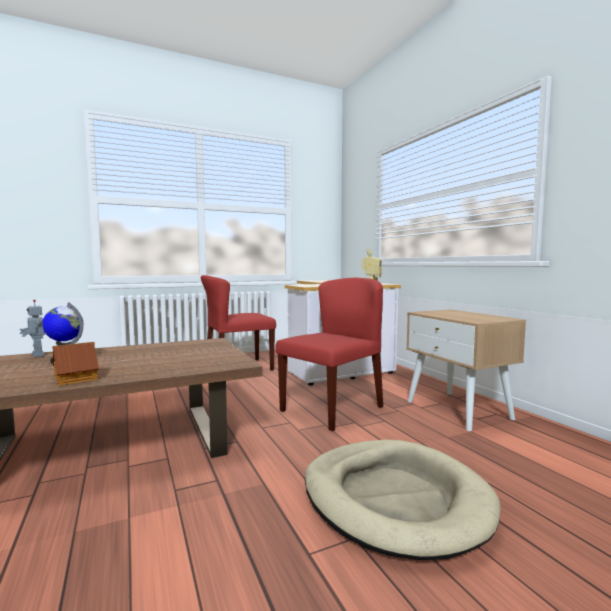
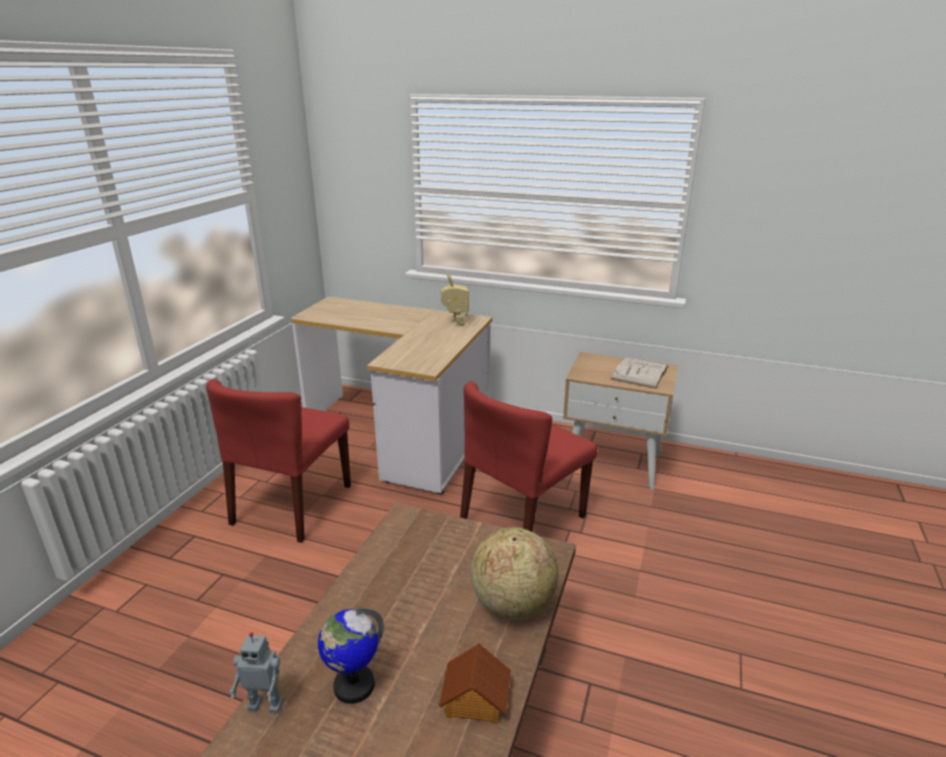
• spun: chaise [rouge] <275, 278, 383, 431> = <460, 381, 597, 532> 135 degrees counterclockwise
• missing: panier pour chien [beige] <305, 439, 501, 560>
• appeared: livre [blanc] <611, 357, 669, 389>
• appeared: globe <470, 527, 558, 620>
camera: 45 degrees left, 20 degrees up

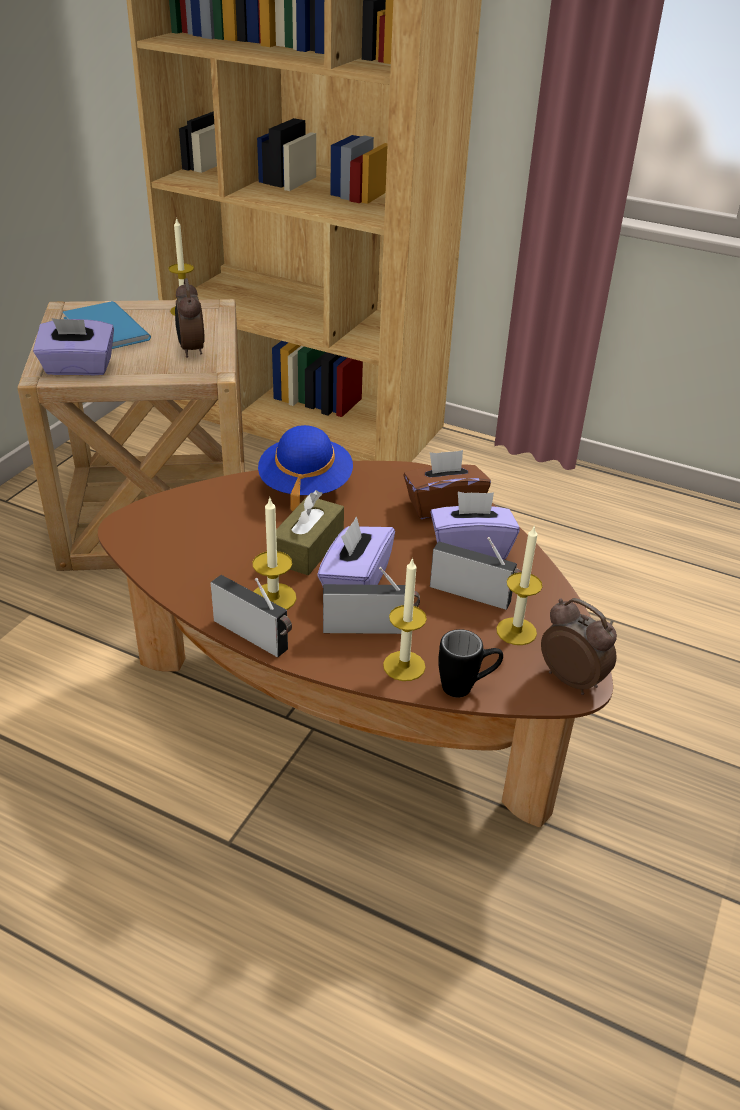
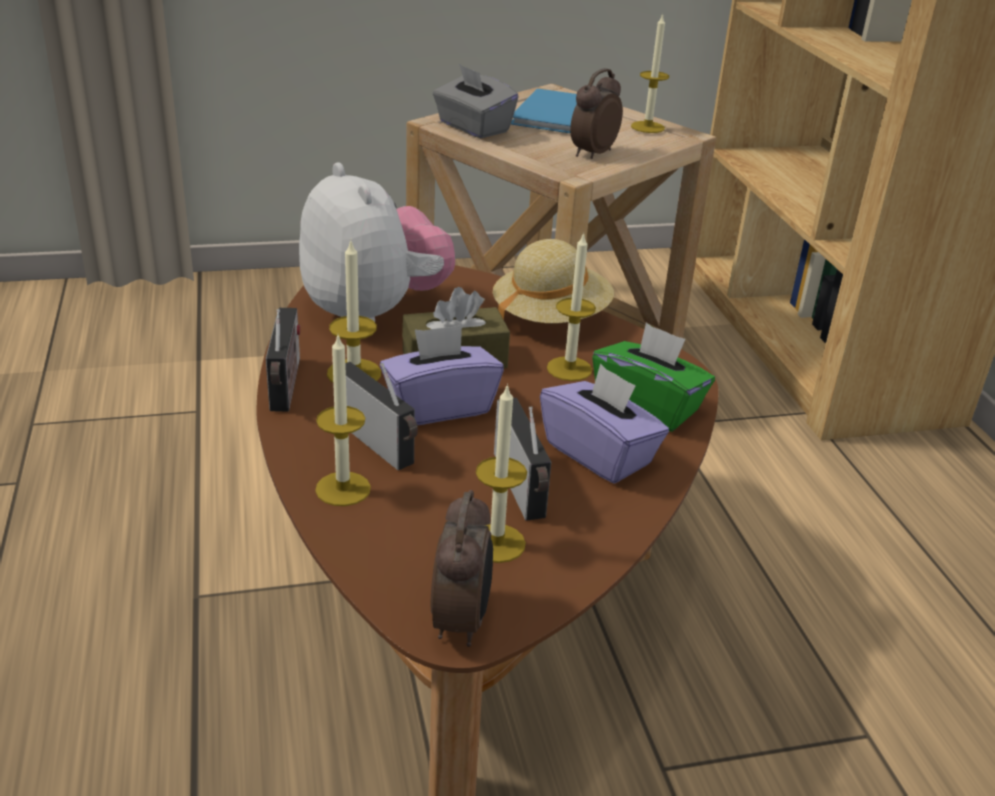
• colour: boîte à mouchoirs [violet] <33, 318, 114, 375> to boîte à mouchoirs [gris] <433, 64, 519, 138>
• colour: chapeau [bleu] <258, 425, 353, 511> to chapeau [beige] <493, 239, 614, 323>
• colour: boîte à mouchoirs [marron] <403, 450, 491, 519> to boîte à mouchoirs [vert] <592, 323, 715, 432>
• missing: mug [noir] <438, 629, 503, 698>
• appeared: peluche <299, 162, 455, 322>
• appeared: bougie <547, 232, 596, 381>
camera: 50 degrees right, 5 degrees down

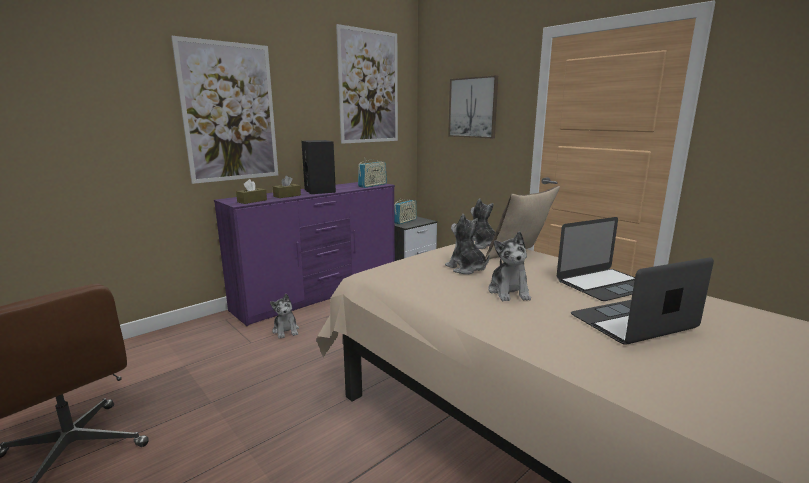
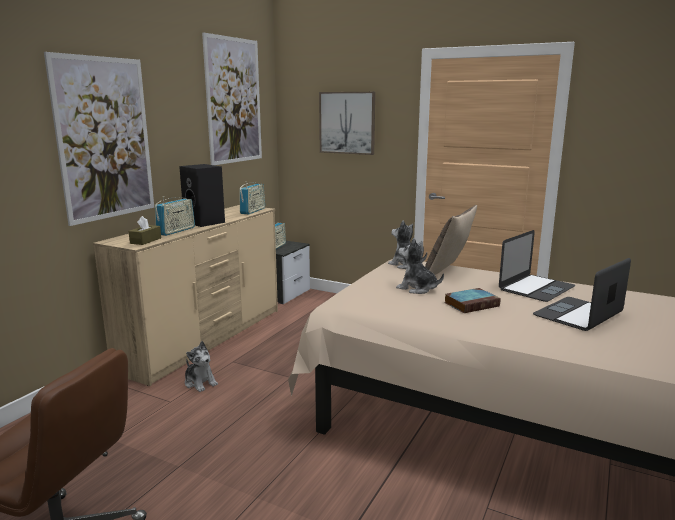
• exchanged: boîte à mouchoirs [marron] <273, 176, 301, 198> to radio <155, 196, 195, 236>
• colour: commode [violet] <214, 182, 395, 326> to commode [beige] <93, 205, 278, 386>
• exchanged: peluche <488, 231, 531, 301> to livre <444, 288, 501, 313>
camera: 20 degrees left, 0 degrees up

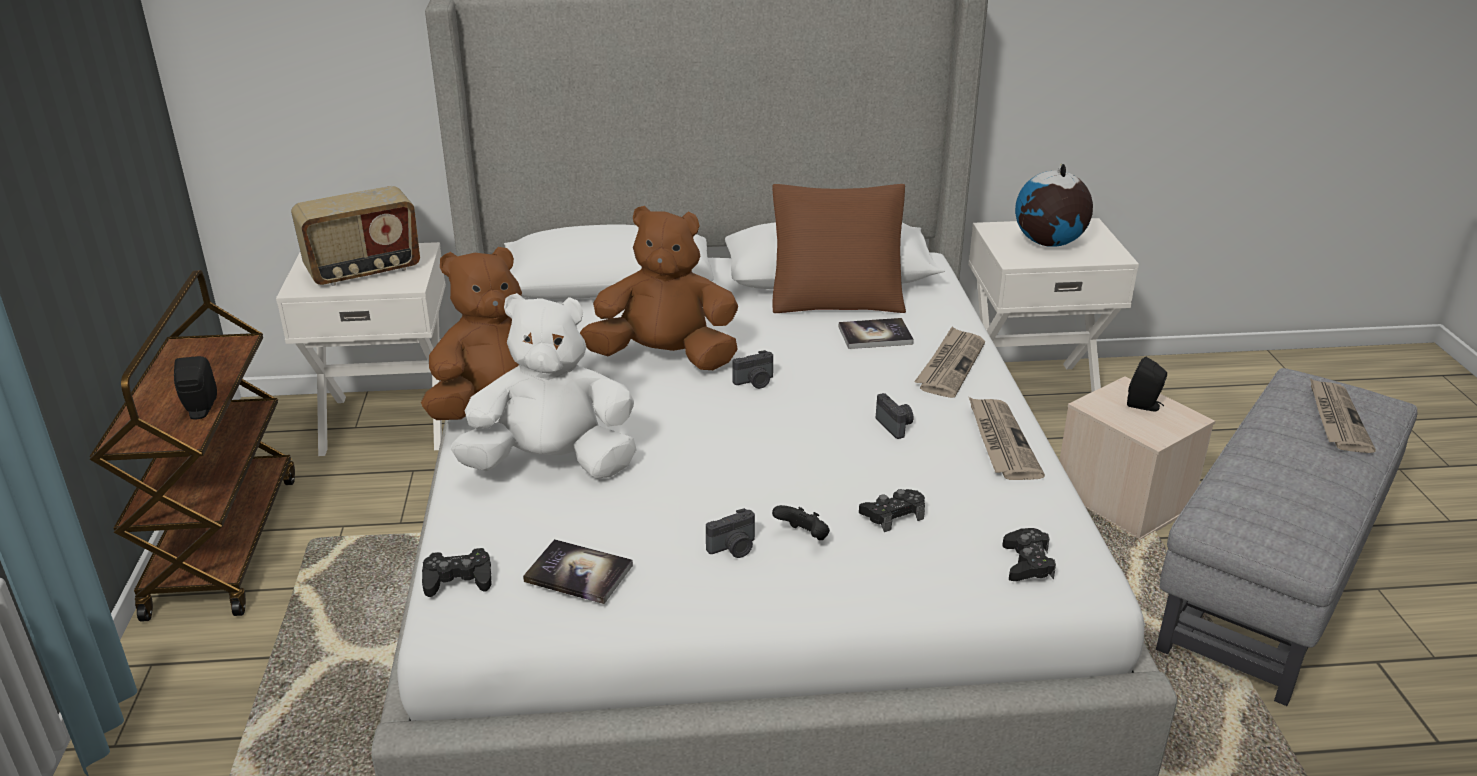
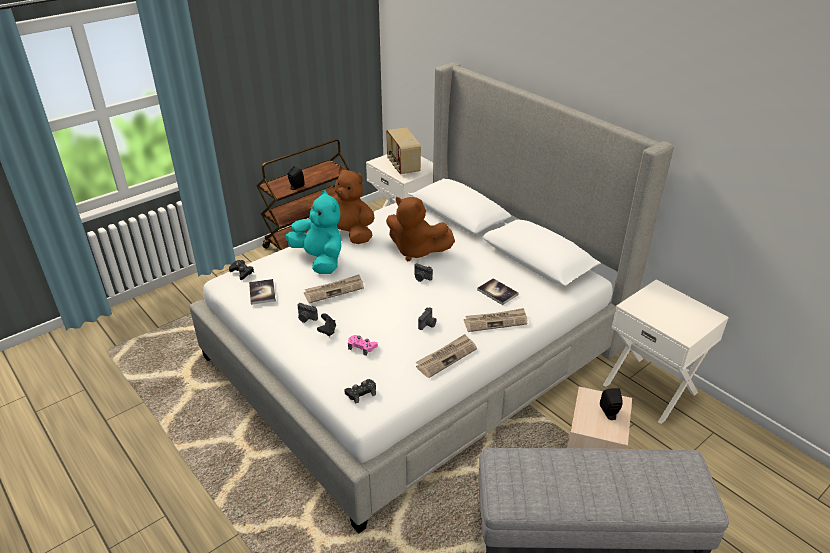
• missing: globe <1015, 163, 1093, 247>
• missing: coussin [marron] <772, 184, 906, 313>
• spun: radio <291, 186, 420, 286> = <386, 127, 421, 174> 45 degrees clockwise
• spun: peluche [marron] <580, 206, 738, 370> = <386, 197, 455, 261> 150 degrees clockwise
• colour: peluche [blanc] <451, 293, 636, 478> to peluche [turquoise] <286, 190, 341, 274>
• relocated: journal <1310, 378, 1376, 453> to <304, 274, 364, 303>
• colour: manette [noir] <859, 489, 925, 532> to manette [rose] <348, 335, 378, 356>
camera: 55 degrees right, 5 degrees up

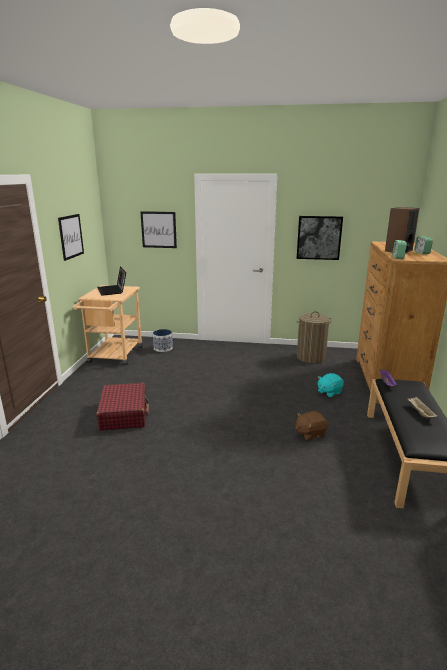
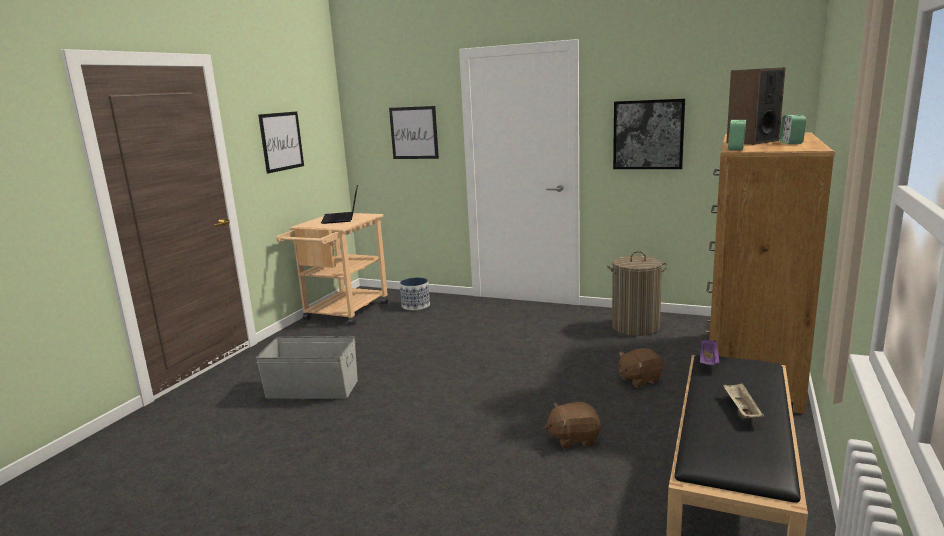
• colour: peluche [turquoise] <318, 373, 344, 398> to peluche [marron] <618, 348, 664, 388>
• exchanged: valise [rouge] <97, 383, 149, 431> to boîte de rangement [gris] <256, 336, 358, 399>
camera: 15 degrees right, 5 degrees down

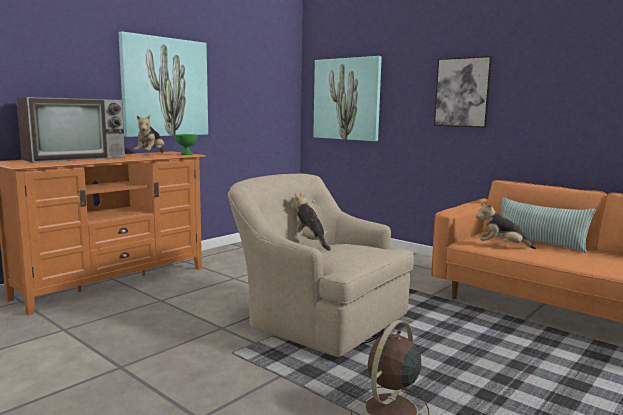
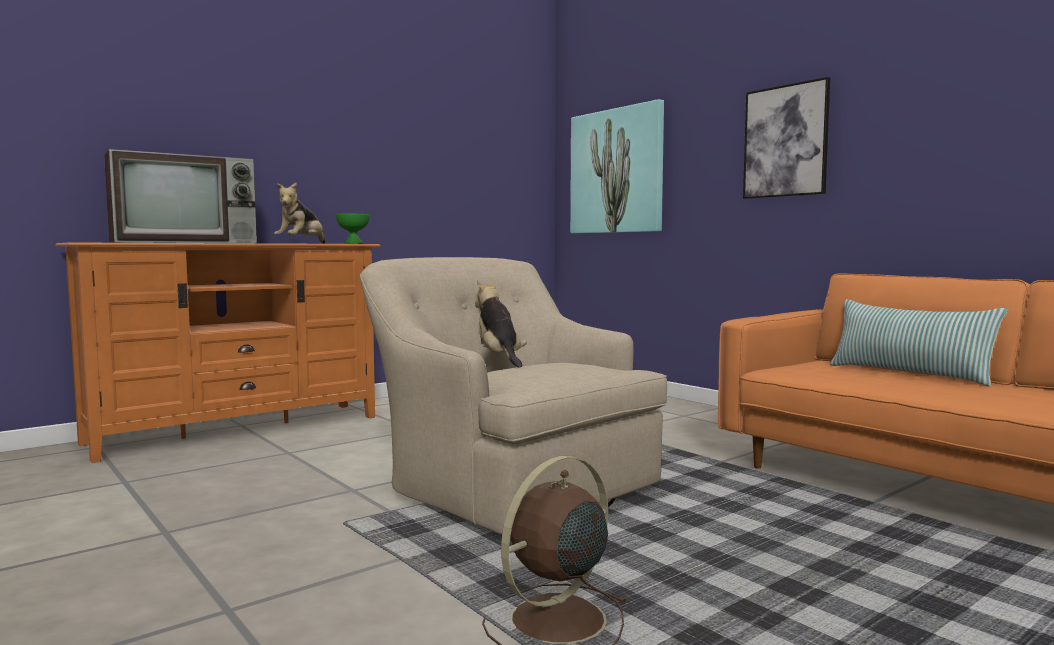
• missing: tableau <118, 31, 208, 137>
• missing: peluche <476, 202, 536, 249>
camera: 10 degrees right, 5 degrees down

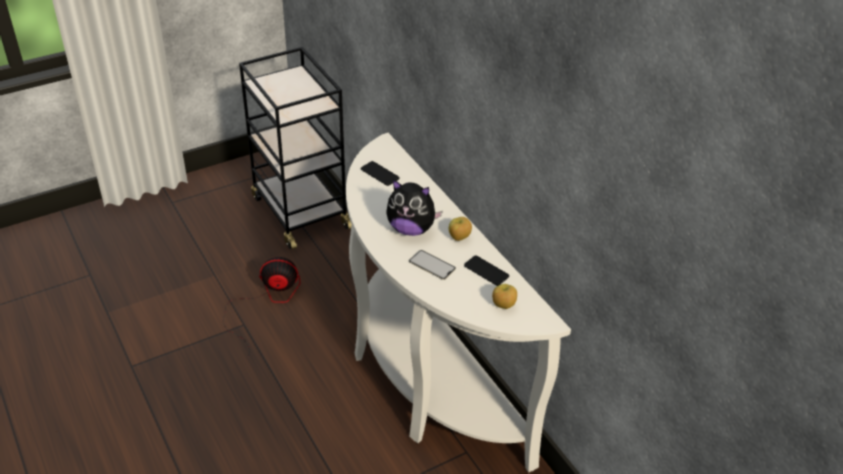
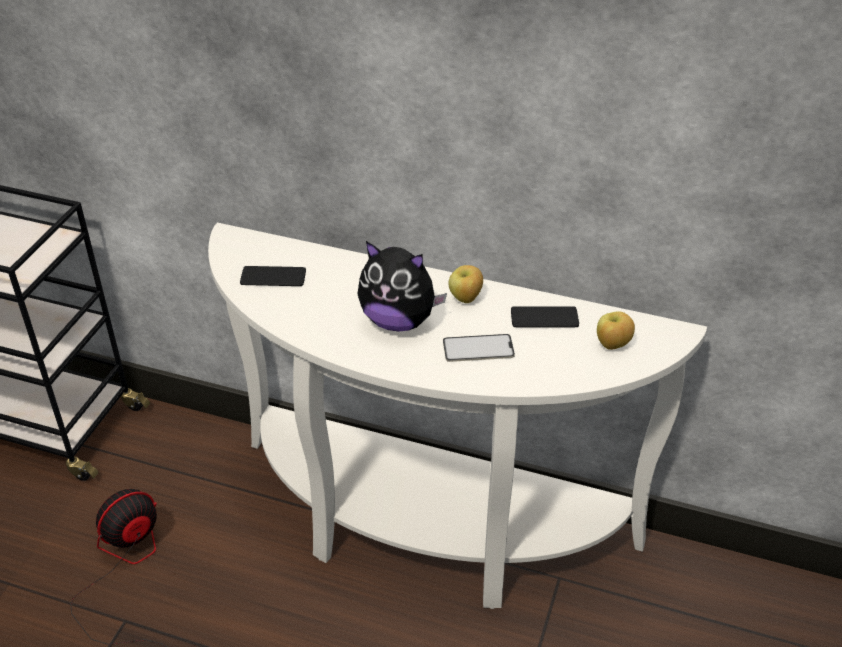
• spun: peluche <386, 180, 443, 236> = <358, 241, 447, 332> 45 degrees clockwise
camera: 40 degrees left, 0 degrees up

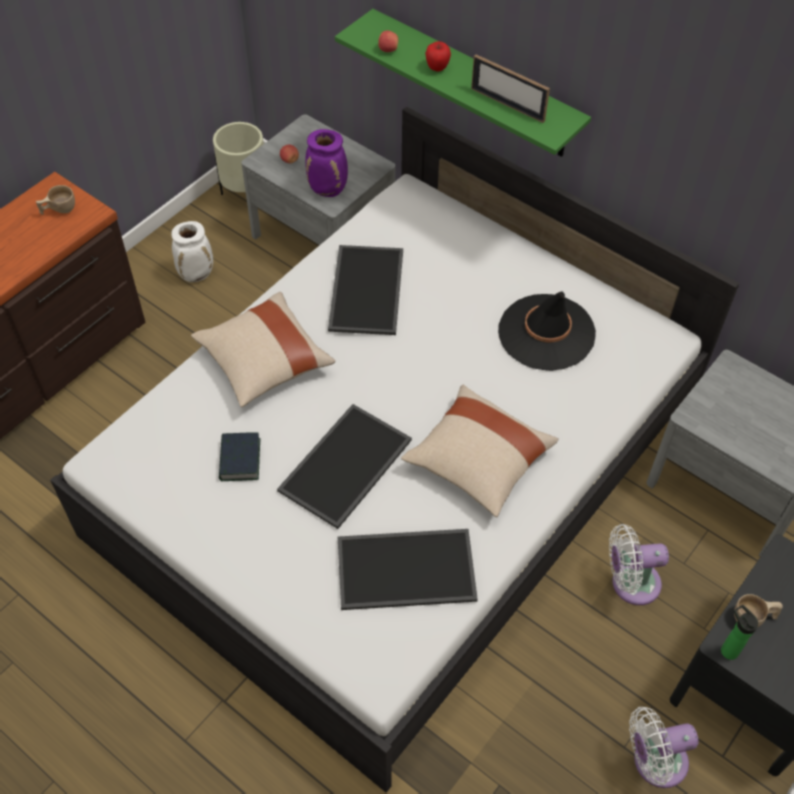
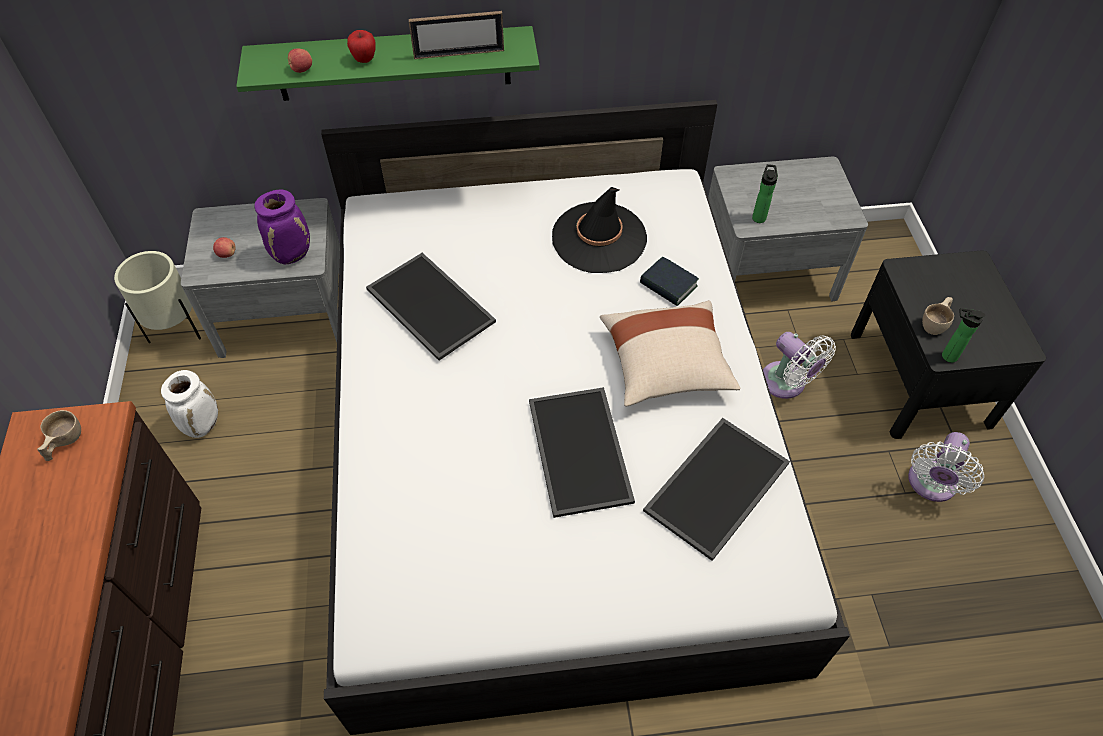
• missing: coussin [beige] <191, 292, 335, 407>
• relocated: livre <219, 432, 261, 481> to <640, 257, 699, 306>
• spun: ventilateur [blanc] <609, 524, 669, 605> = <763, 332, 836, 399> 75 degrees counterclockwise
• appeared: bouteille <752, 164, 778, 223>
camera: 45 degrees left, 0 degrees up

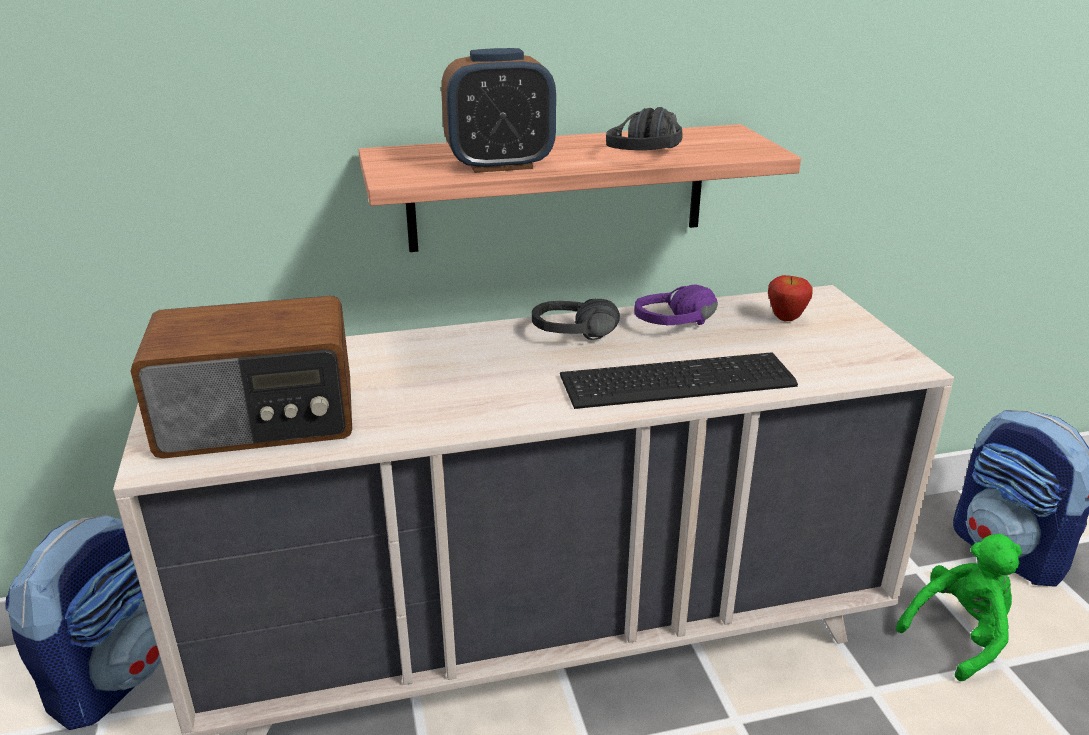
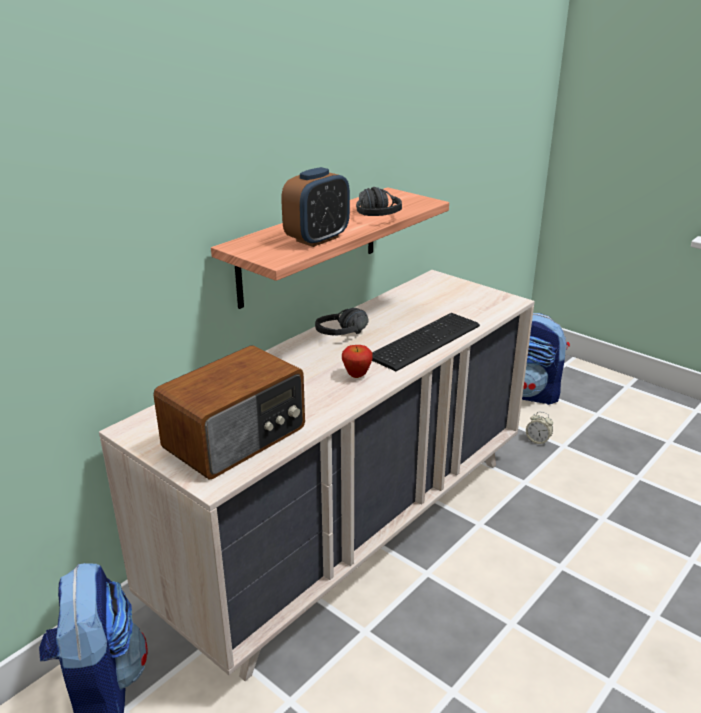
• relocated: pomme <768, 275, 813, 321> to <342, 345, 373, 378>
• missing: casque audio [violet] <634, 285, 718, 326>
• exchanged: peluche [vert] <896, 534, 1022, 681> to réveil <526, 412, 553, 445>
camera: 35 degrees left, 0 degrees up

